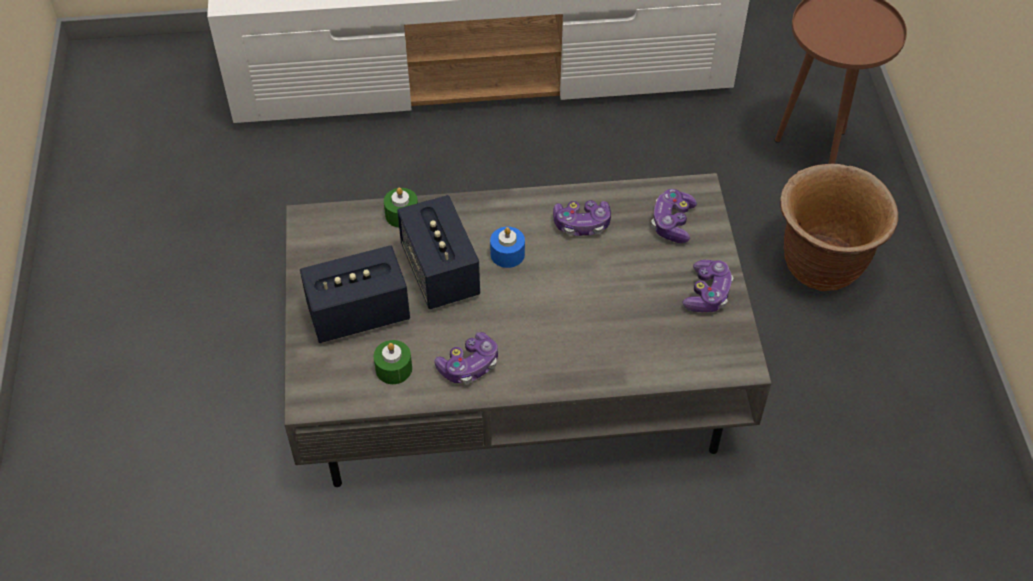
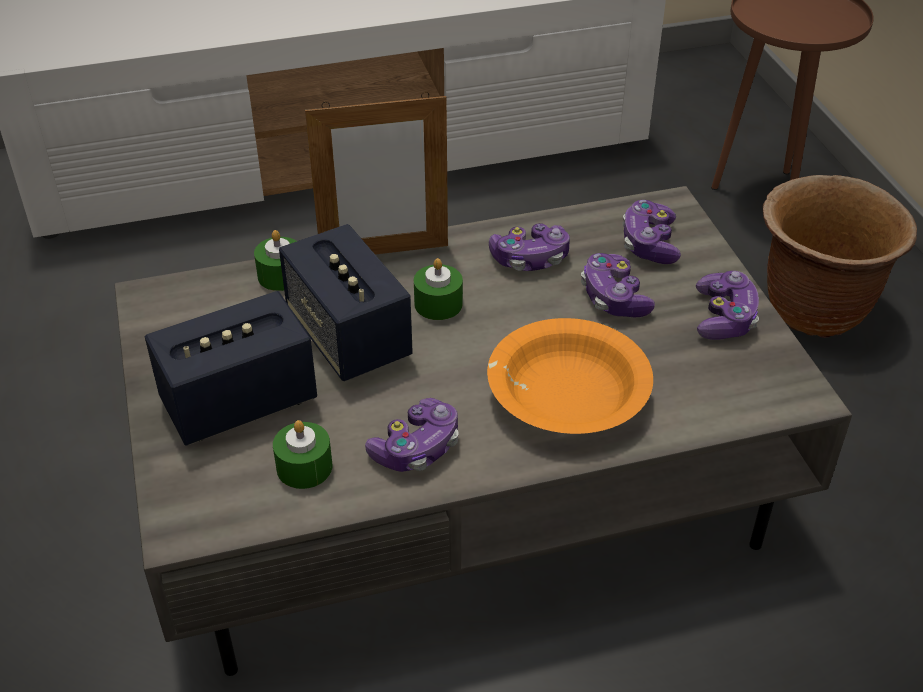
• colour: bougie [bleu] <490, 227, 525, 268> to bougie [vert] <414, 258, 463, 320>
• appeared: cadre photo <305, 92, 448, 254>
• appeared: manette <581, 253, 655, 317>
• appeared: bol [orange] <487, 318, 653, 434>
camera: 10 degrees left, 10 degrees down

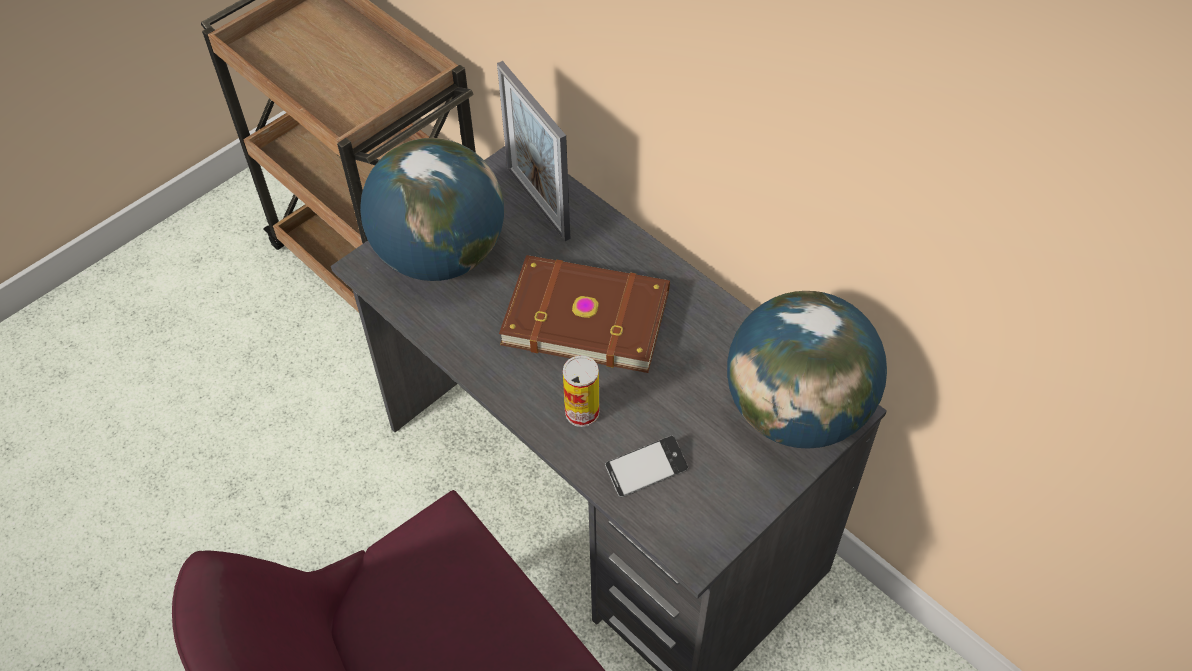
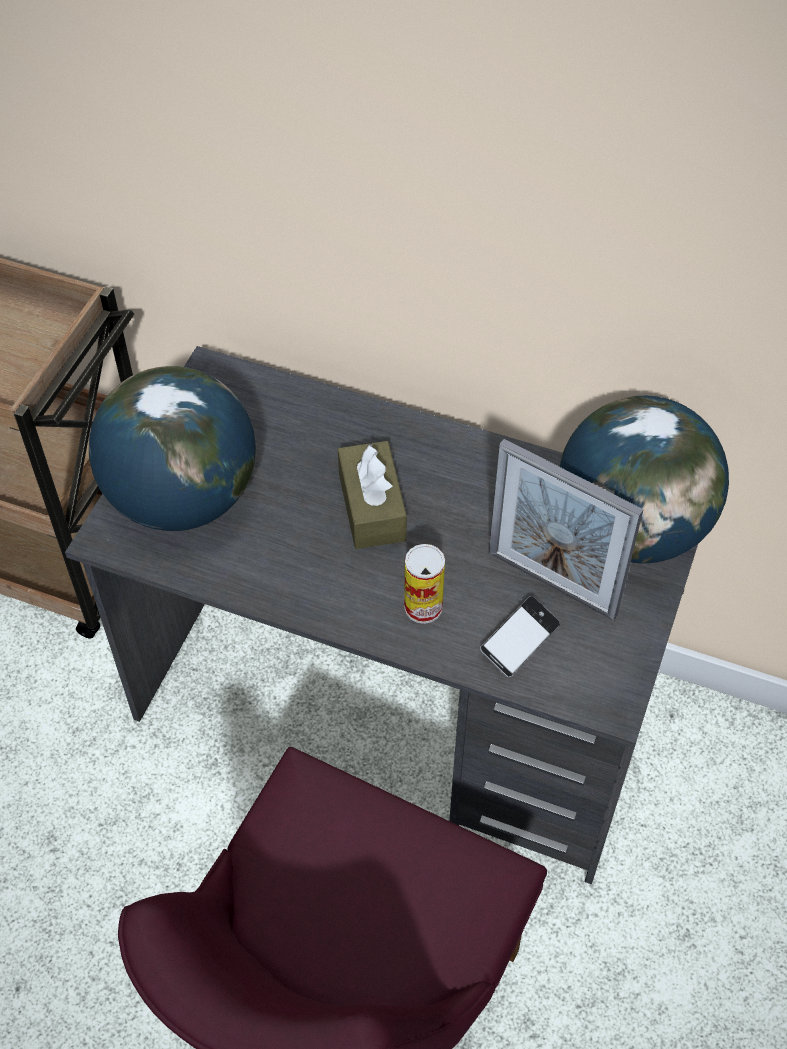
• relocated: cadre photo <497, 61, 570, 241> to <489, 439, 644, 621>
• exchanged: livre [marron] <499, 255, 670, 373> to boîte à mouchoirs [marron] <338, 441, 407, 549>
camera: 25 degrees left, 0 degrees up

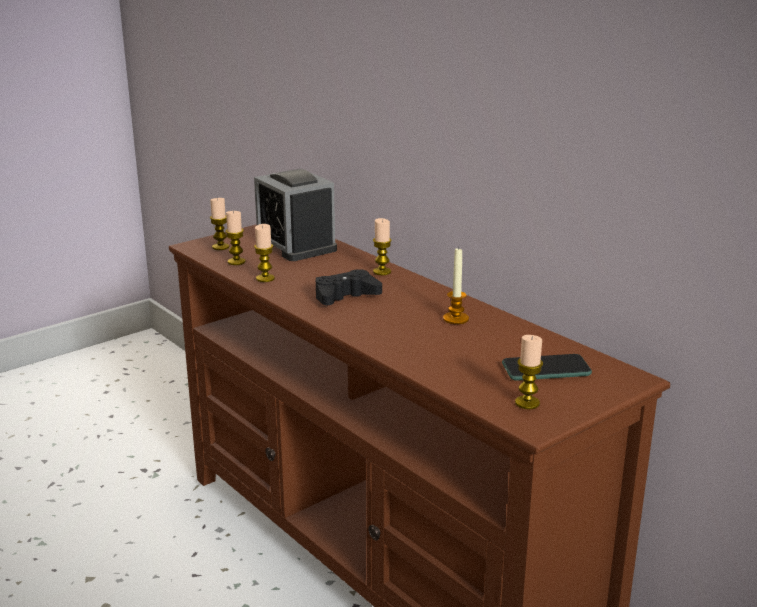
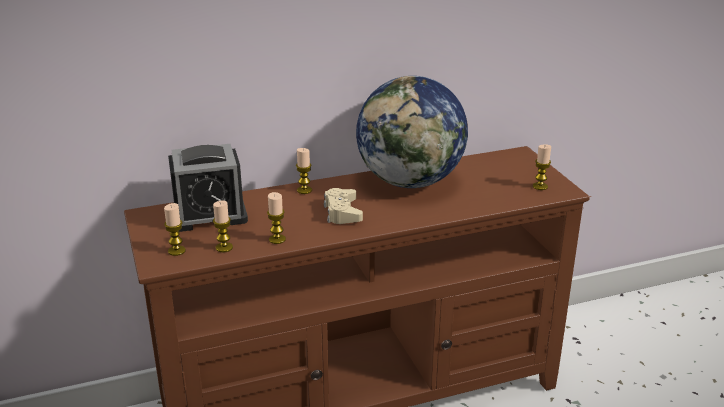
• exchanged: bougie <443, 247, 469, 324> to globe <356, 76, 468, 188>
• colour: manette [noir] <316, 269, 382, 305> to manette [beige] <324, 188, 363, 224>
• missing: téléphone <502, 354, 592, 381>
camera: 70 degrees left, 5 degrees up

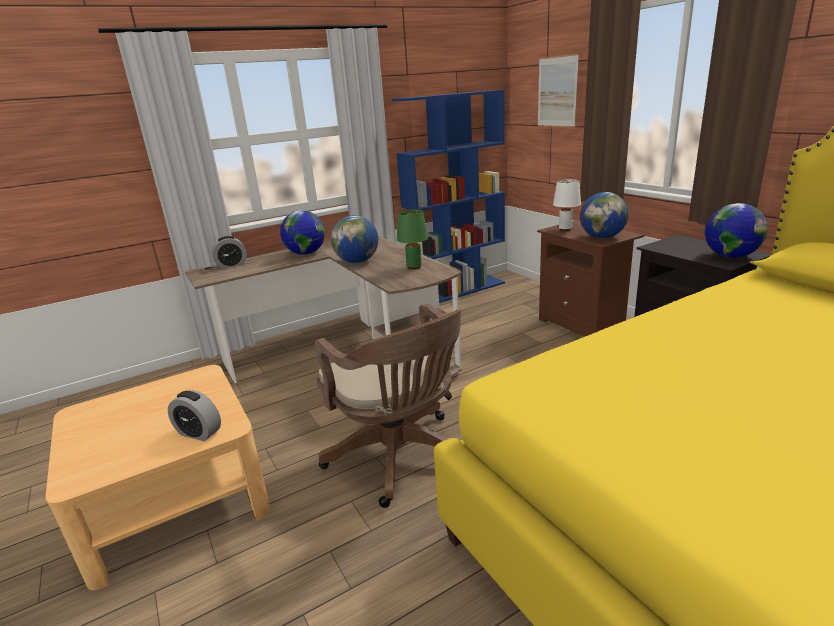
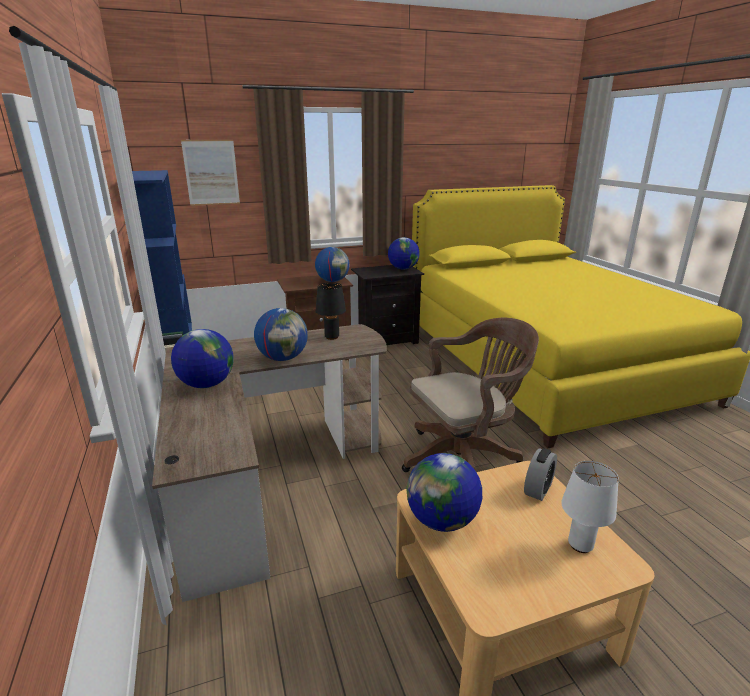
• relocated: lampe de table [blanc] <553, 179, 581, 231> to <561, 461, 619, 553>
• colour: lampe de table [vert] <397, 209, 428, 269> to lampe de table [noir] <316, 283, 346, 340>
• missing: réveil <212, 236, 247, 269>
• appeared: globe <406, 453, 482, 532>
camera: 80 degrees left, 0 degrees up

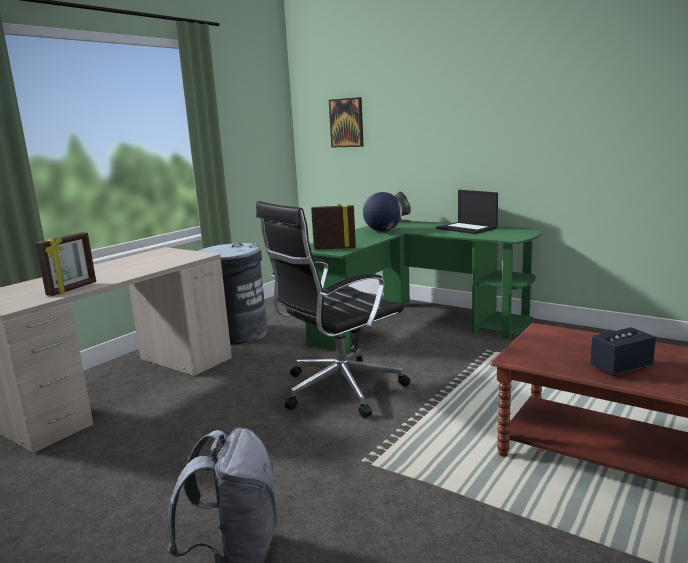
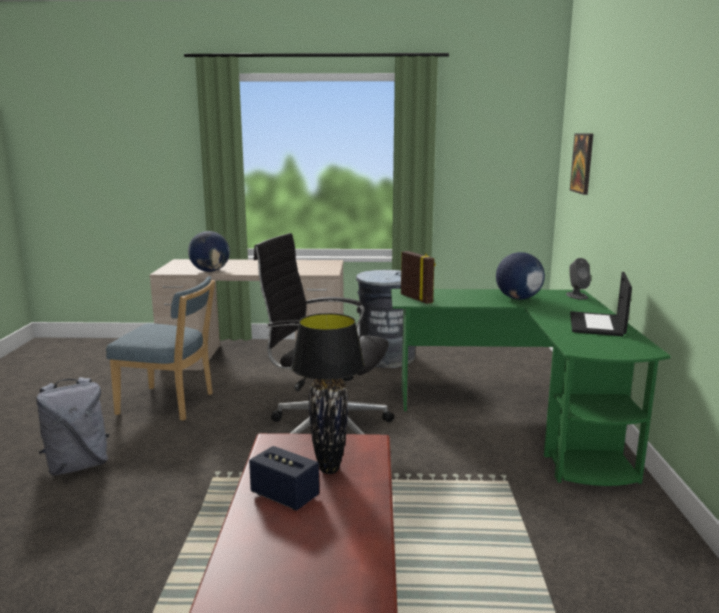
• exchanged: cadre photo <36, 232, 96, 296> to globe <188, 231, 230, 272>
• appeared: chaise [bleu] <106, 276, 215, 421>
• appeared: lampe de table [noir] <291, 313, 365, 474>
camera: 55 degrees right, 0 degrees up

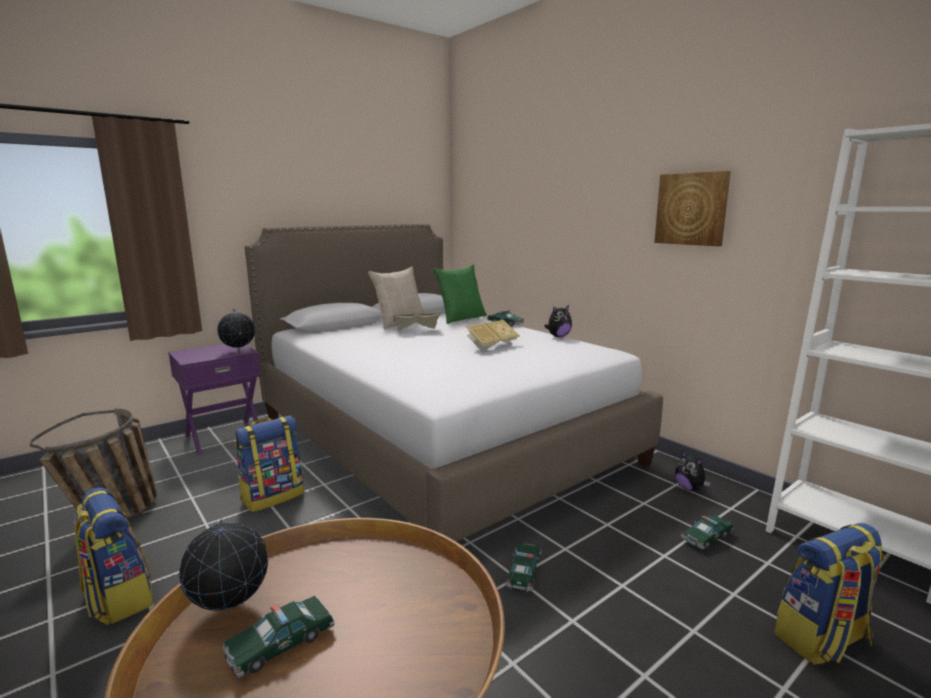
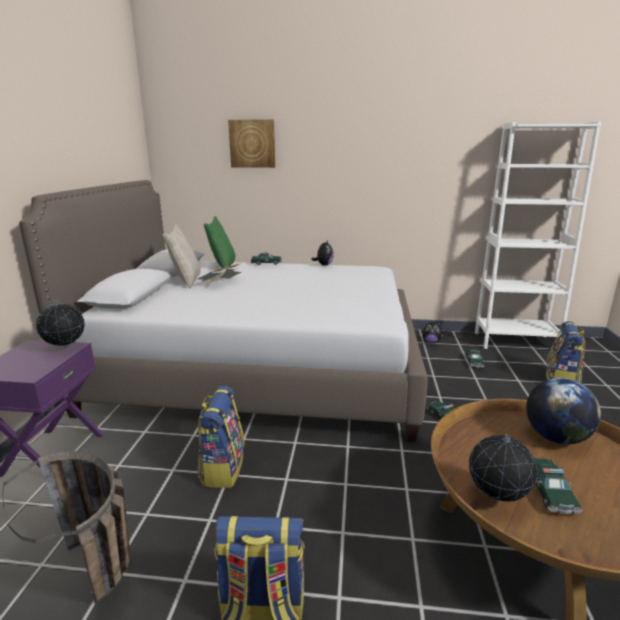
• relocated: tableau <654, 171, 731, 246> to <228, 119, 275, 168>
• missing: livre <466, 320, 520, 351>
• appeared: globe <526, 378, 601, 444>
camera: 45 degrees left, 5 degrees up

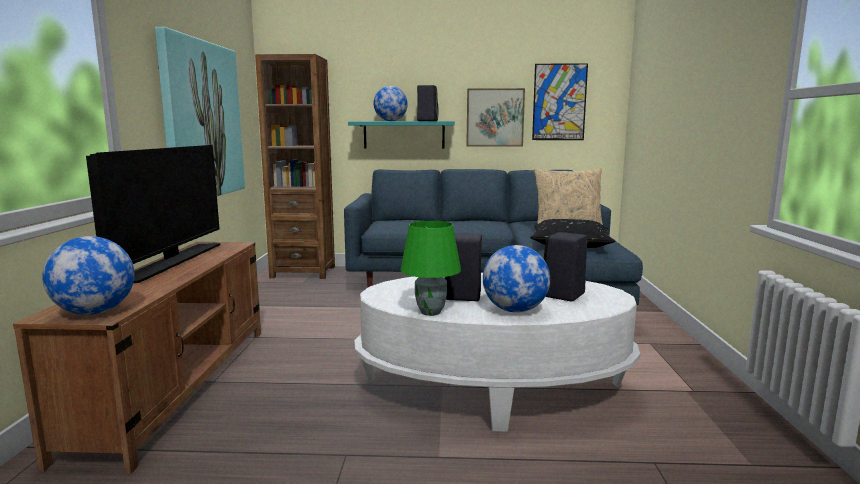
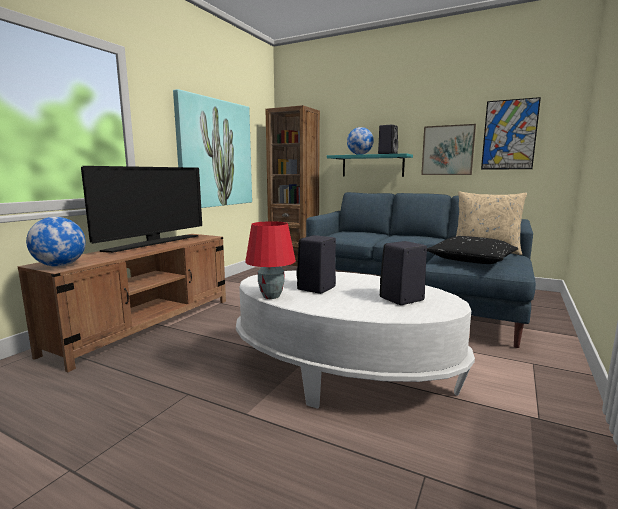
• colour: lampe de table [vert] <400, 221, 461, 316> to lampe de table [rouge] <245, 221, 296, 299>
• missing: globe <483, 245, 550, 313>
camera: 25 degrees right, 0 degrees up

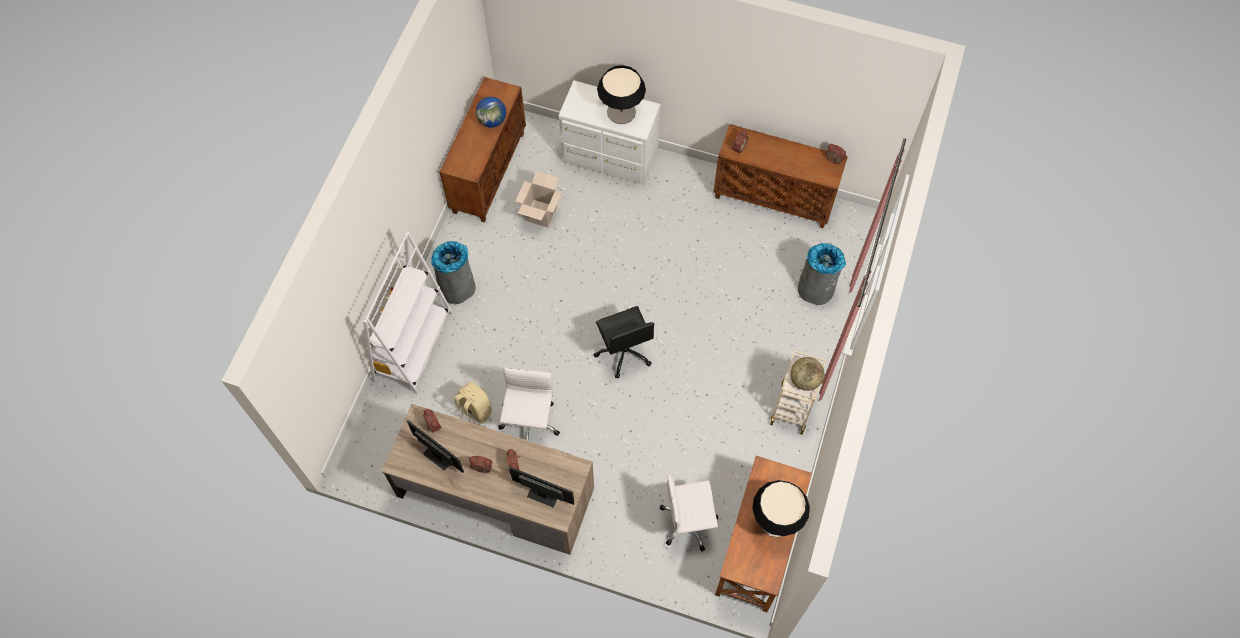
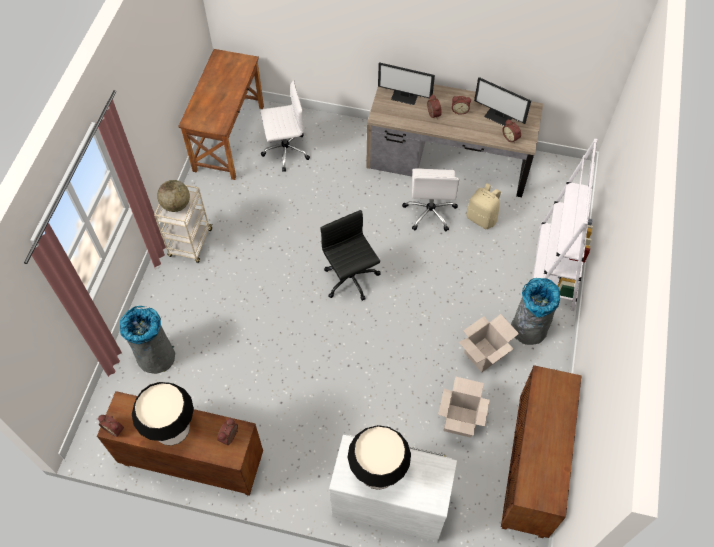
• missing: globe <476, 97, 506, 128>
• relocated: lampe de table <752, 480, 810, 537> to <132, 382, 194, 446>
• appeared: carton <459, 314, 519, 373>
camera: 175 degrees right, 5 degrees down

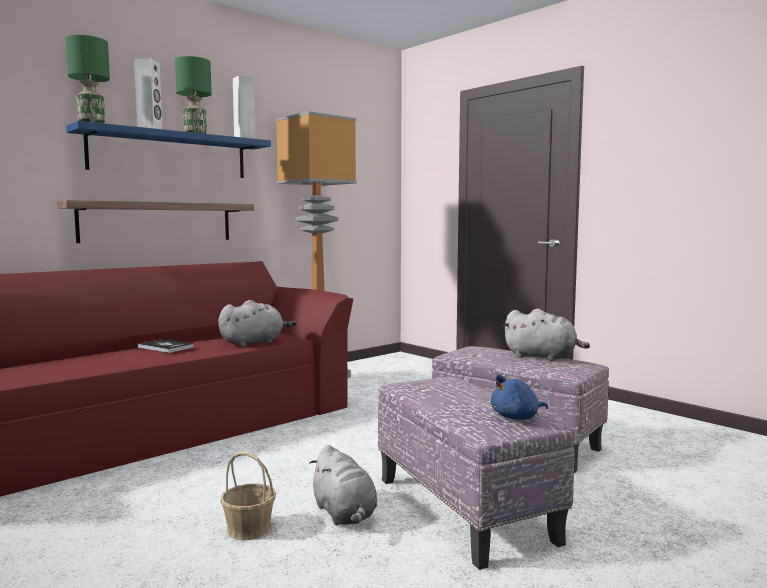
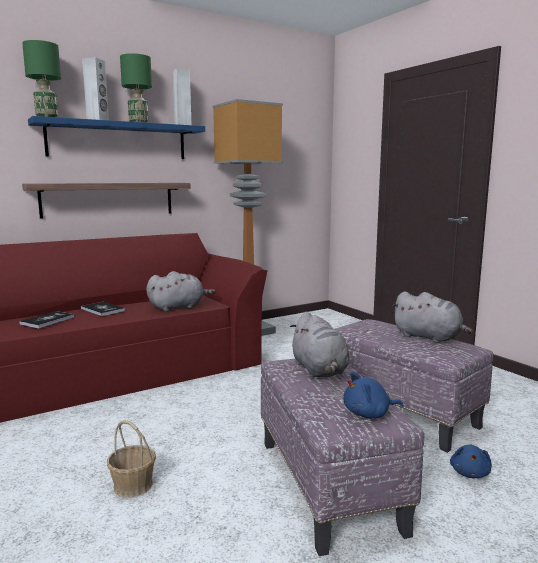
• relocated: peluche [gris] <309, 445, 377, 525> to <290, 312, 349, 378>
• appeared: livre <19, 311, 75, 328>
• appeared: peluche [bleu] <450, 445, 492, 478>
camera: 10 degrees right, 5 degrees up

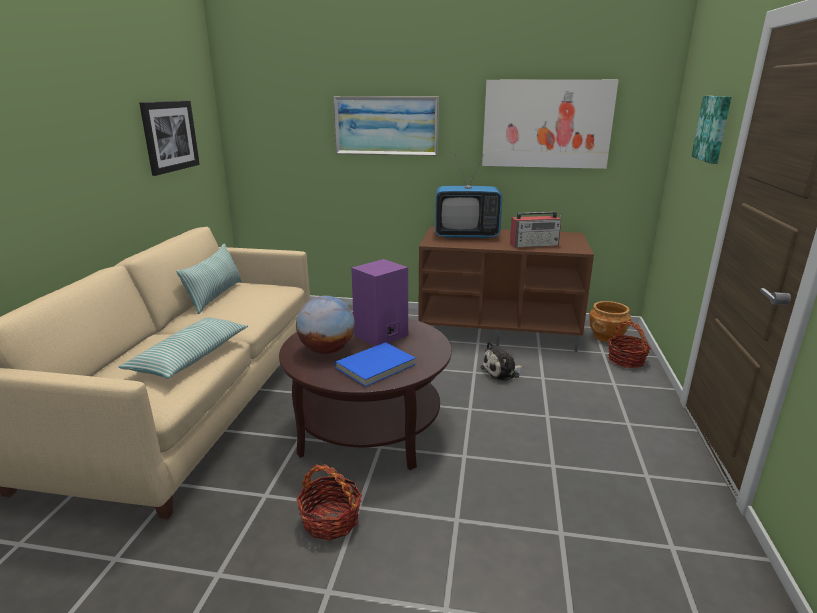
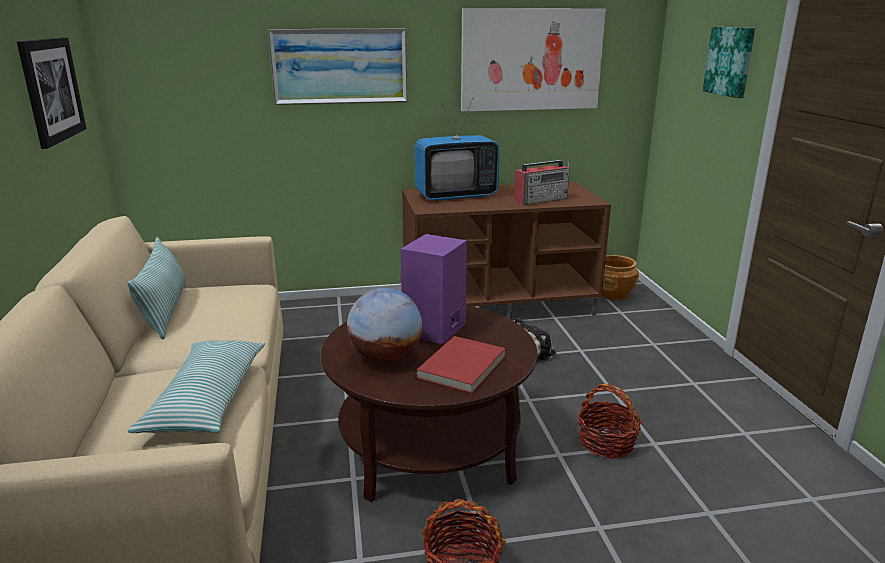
• relocated: panier <608, 321, 651, 368> to <577, 384, 642, 459>
• colour: livre [bleu] <335, 342, 416, 387> to livre [rouge] <415, 336, 506, 393>
camera: 20 degrees left, 0 degrees up

